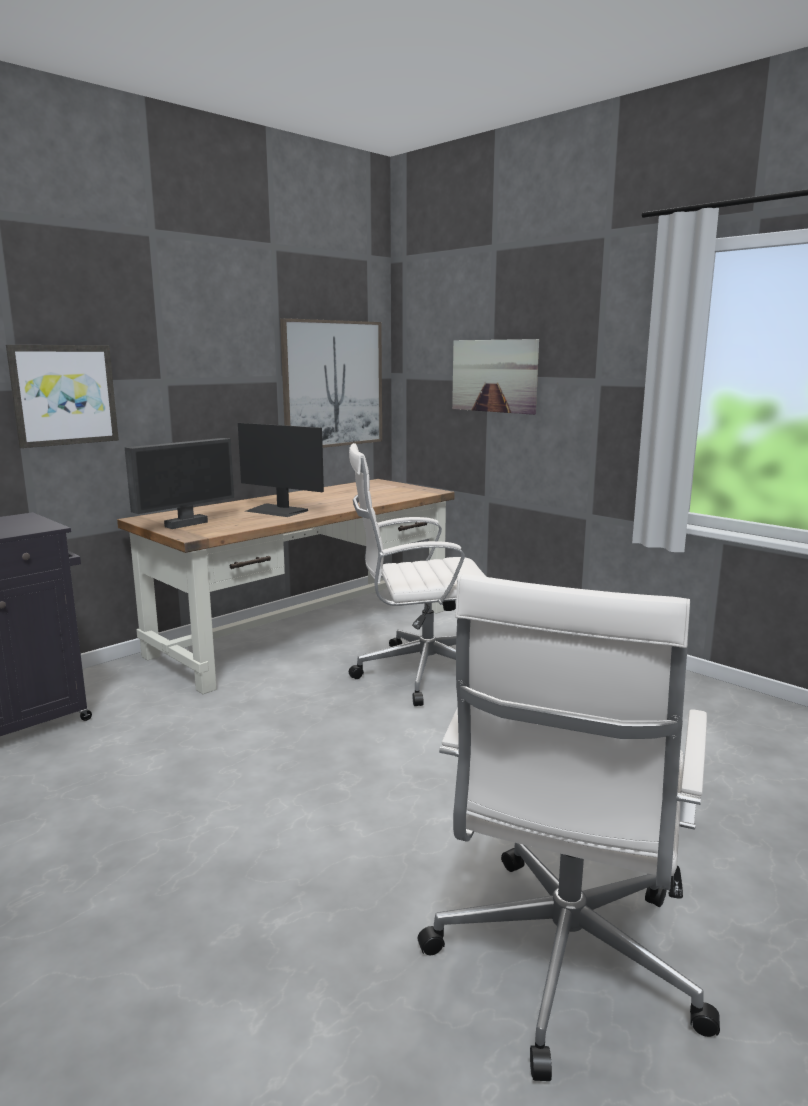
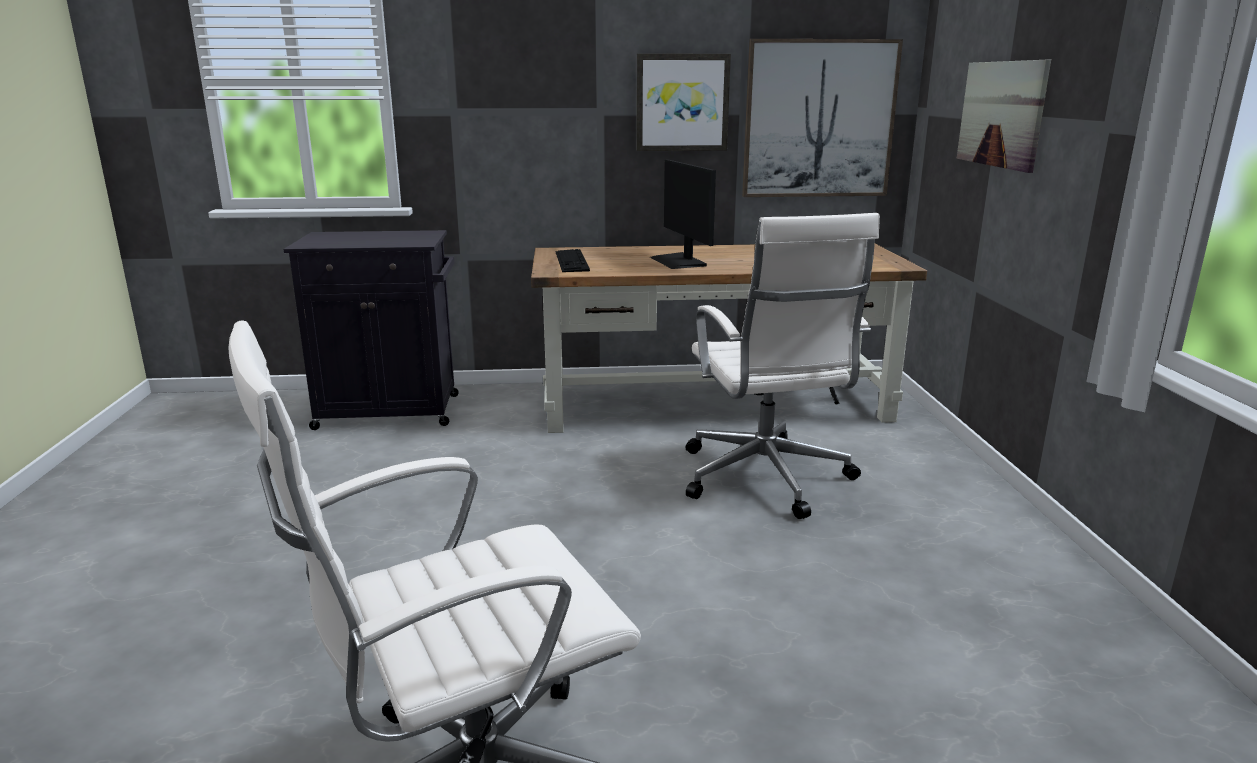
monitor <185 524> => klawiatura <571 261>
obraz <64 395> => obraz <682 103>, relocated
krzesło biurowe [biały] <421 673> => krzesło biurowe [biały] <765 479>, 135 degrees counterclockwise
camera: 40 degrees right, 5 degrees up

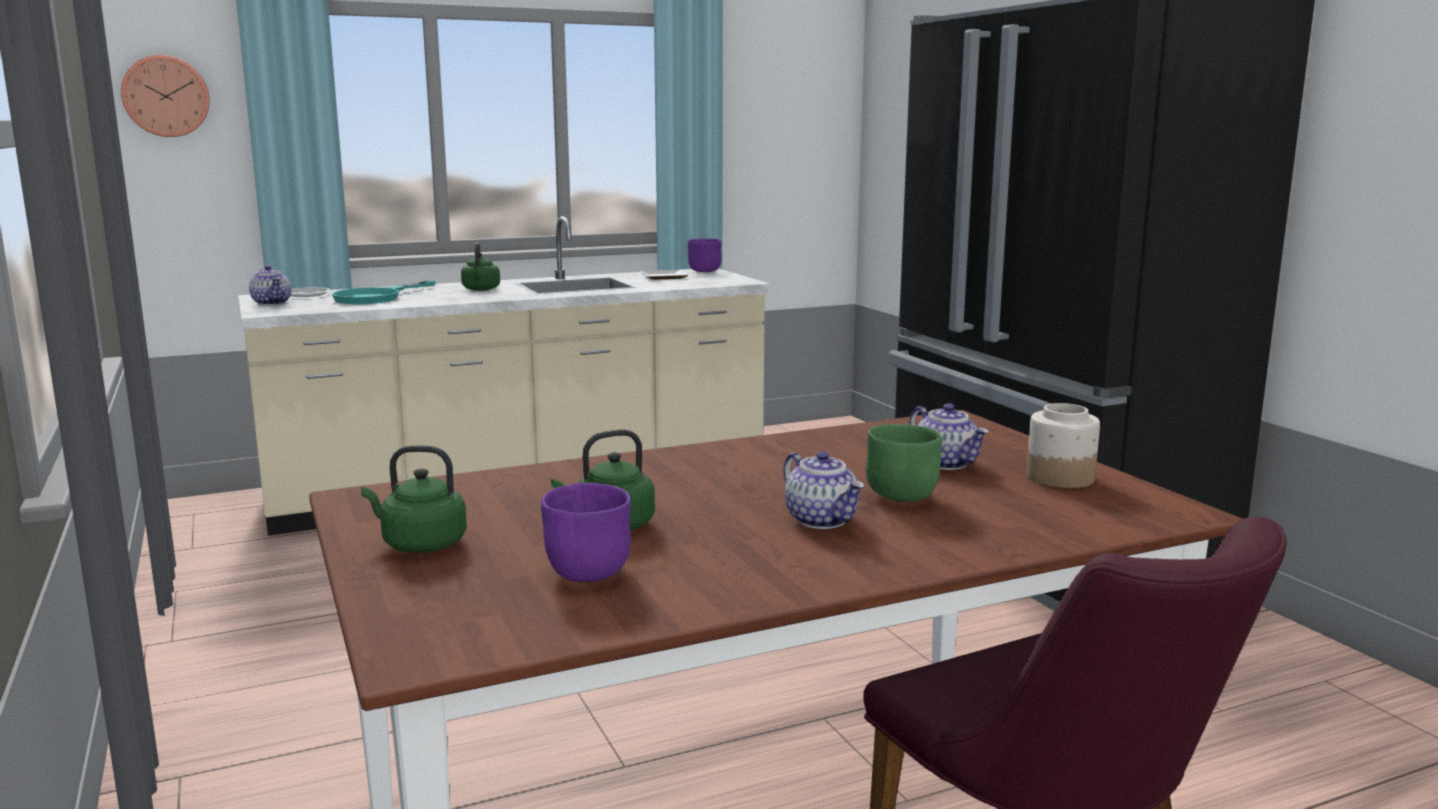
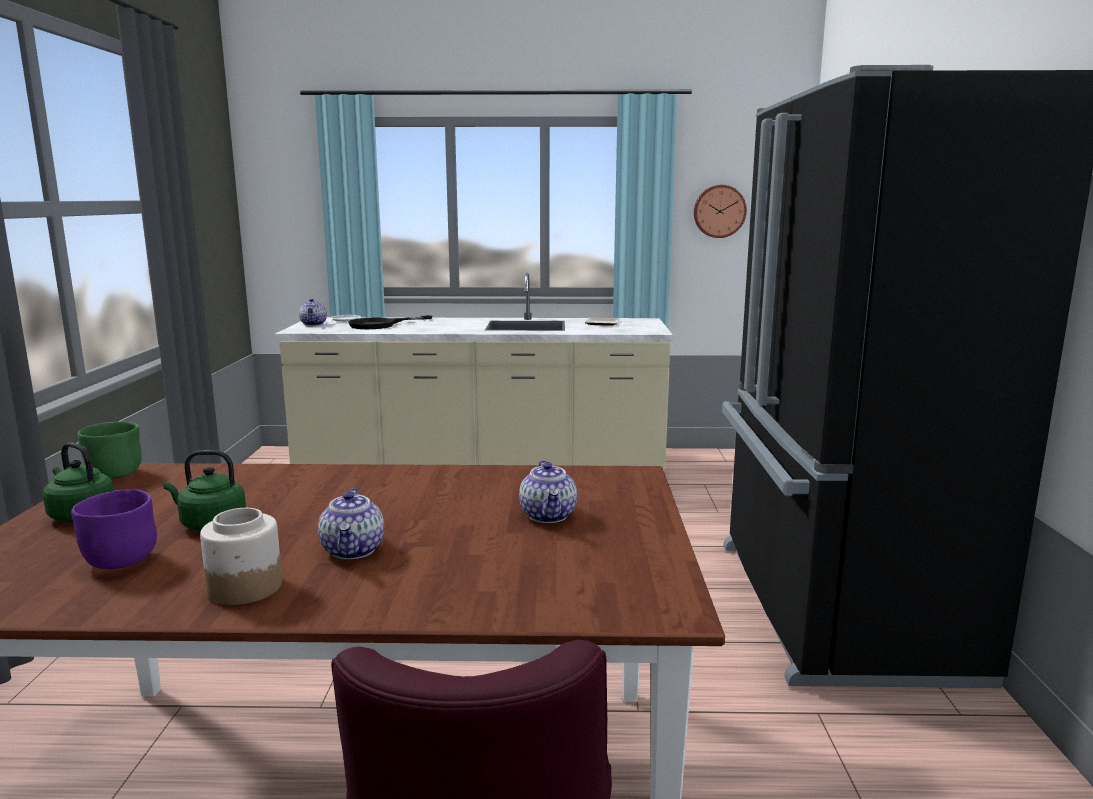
miska [zielony] <901 498> => miska [zielony] <114 475>, relocated
słoik <1059 478> => słoik <244 588>, relocated
patelnia [turkusowy] <376 297> => patelnia [czarny] <380 325>
zegar ścienny <166 96> => zegar ścienny <719 211>, relocated
czajnik [zielony] <481 289> => nothing
miska [fioletowy] <704 271> => nothing
camera: 25 degrees right, 0 degrees up

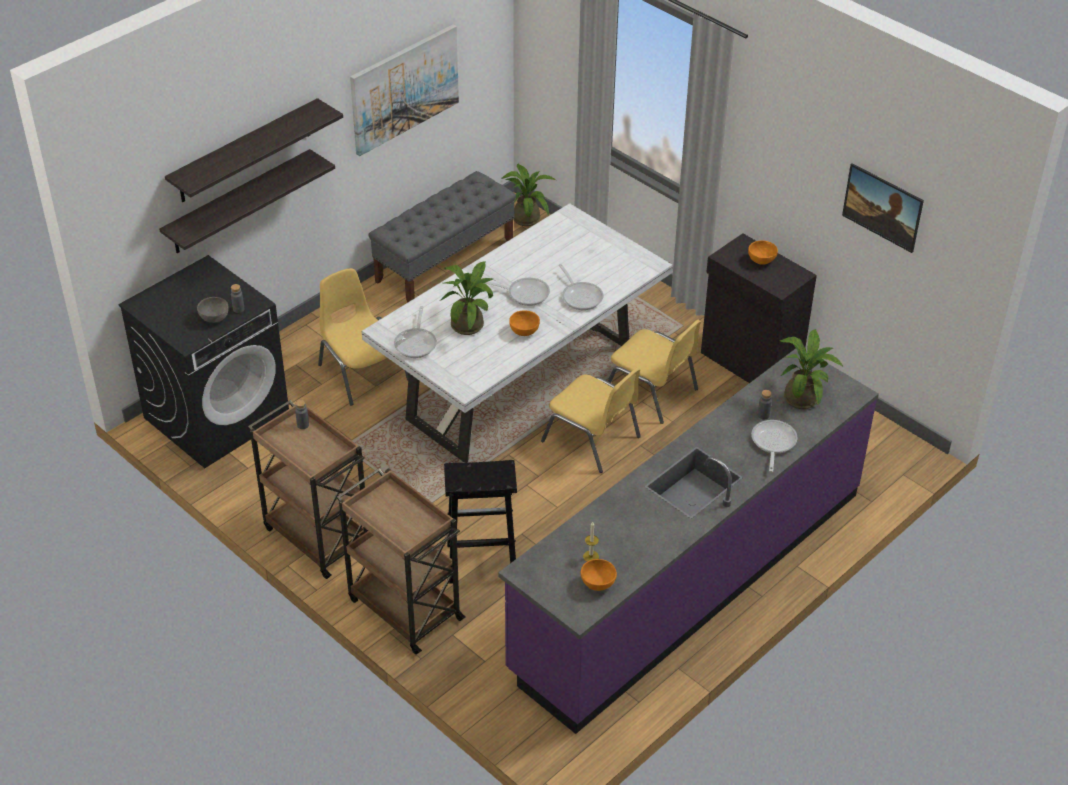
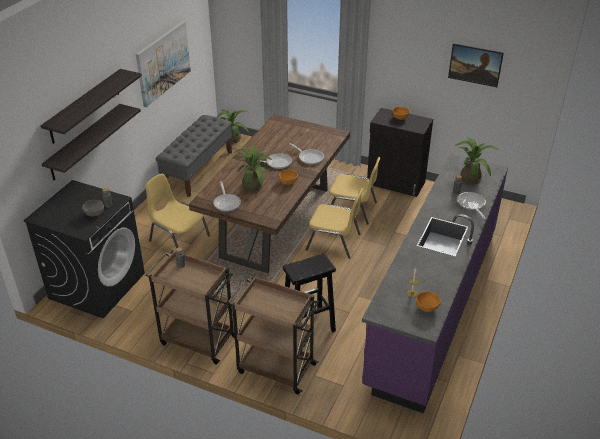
stół jadalny [biały] <520 383> => stół jadalny [brązowy] <276 222>
camera: 20 degrees left, 5 degrees down

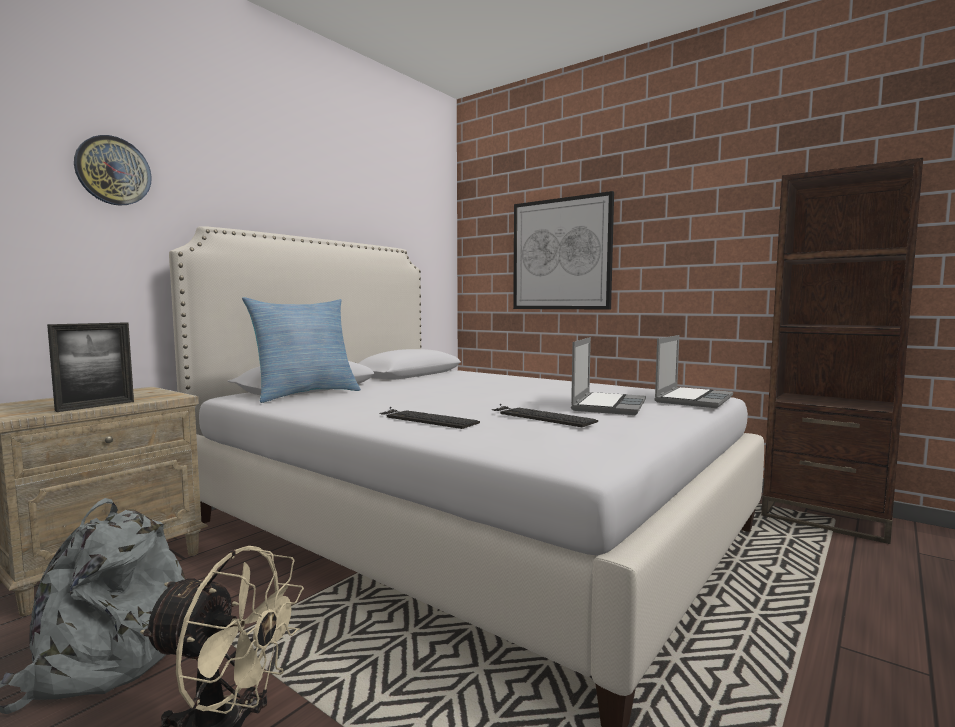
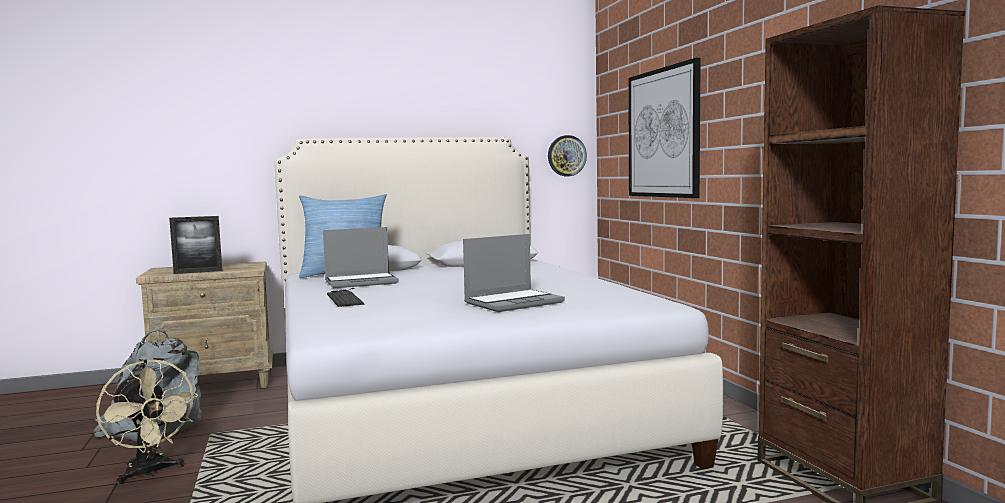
laptop <693 399> => laptop <362 282>, relocated
zegar ścienny <113 171> => zegar ścienny <566 155>, relocated
klawiatura <538 416> => nothing
camera: 35 degrees right, 0 degrees up

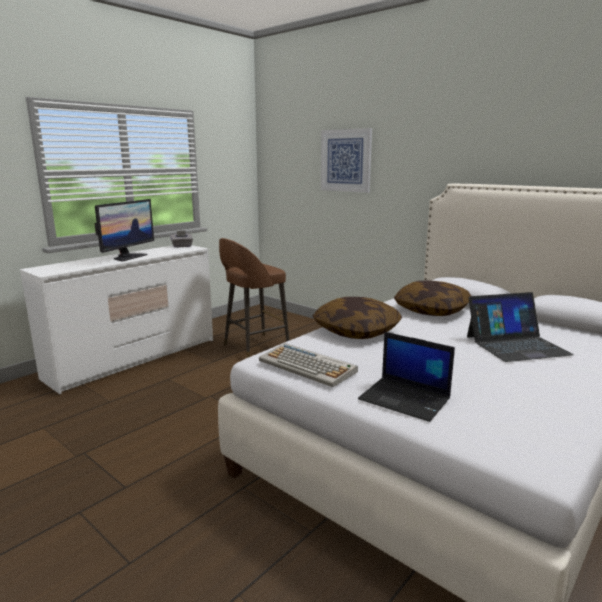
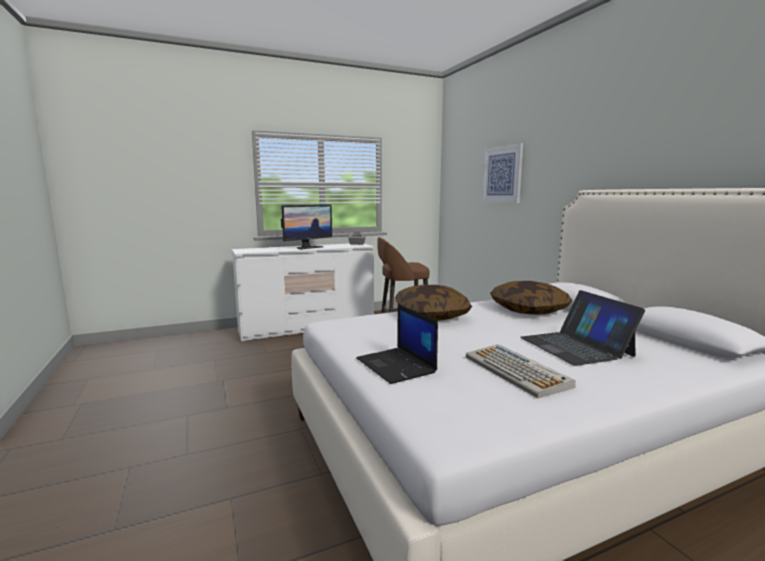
klawiatura <308 366> => klawiatura <517 371>, relocated
laptop <516 345> => laptop <575 346>, 60 degrees clockwise
camera: 25 degrees right, 5 degrees down

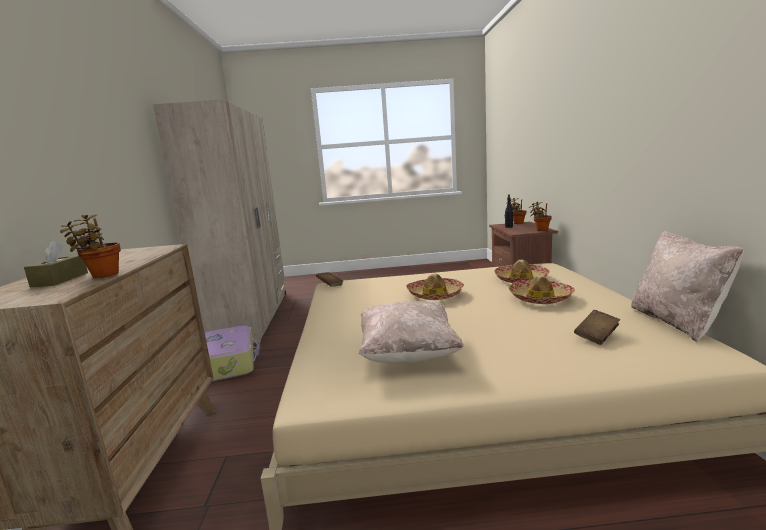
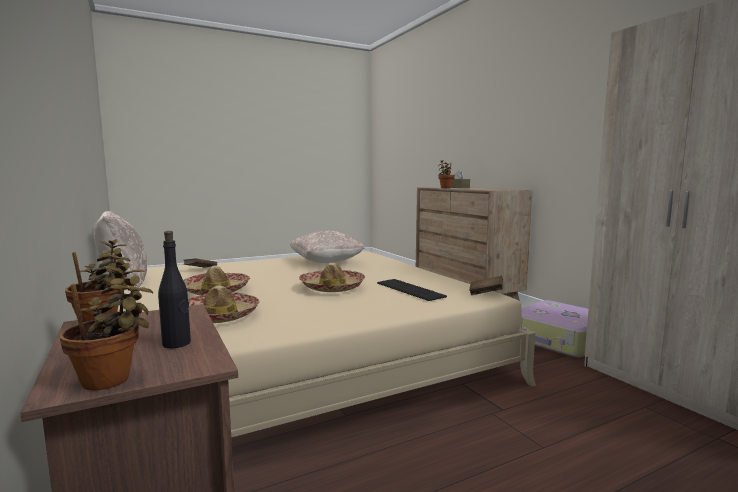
nothing => klawiatura <409 289>
camera: 155 degrees right, 5 degrees down

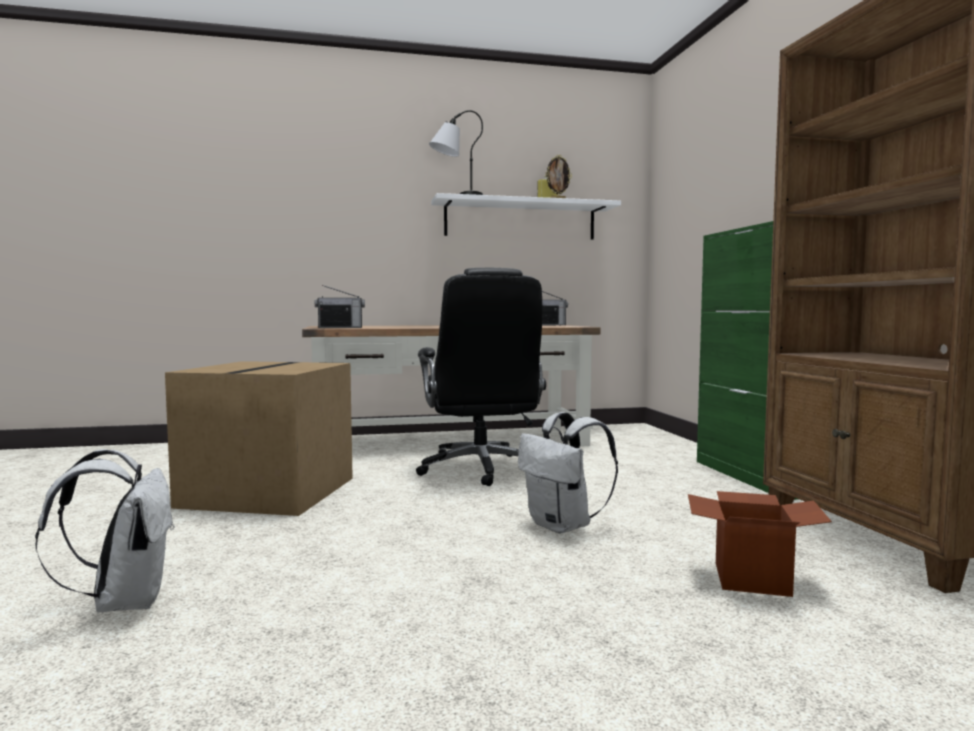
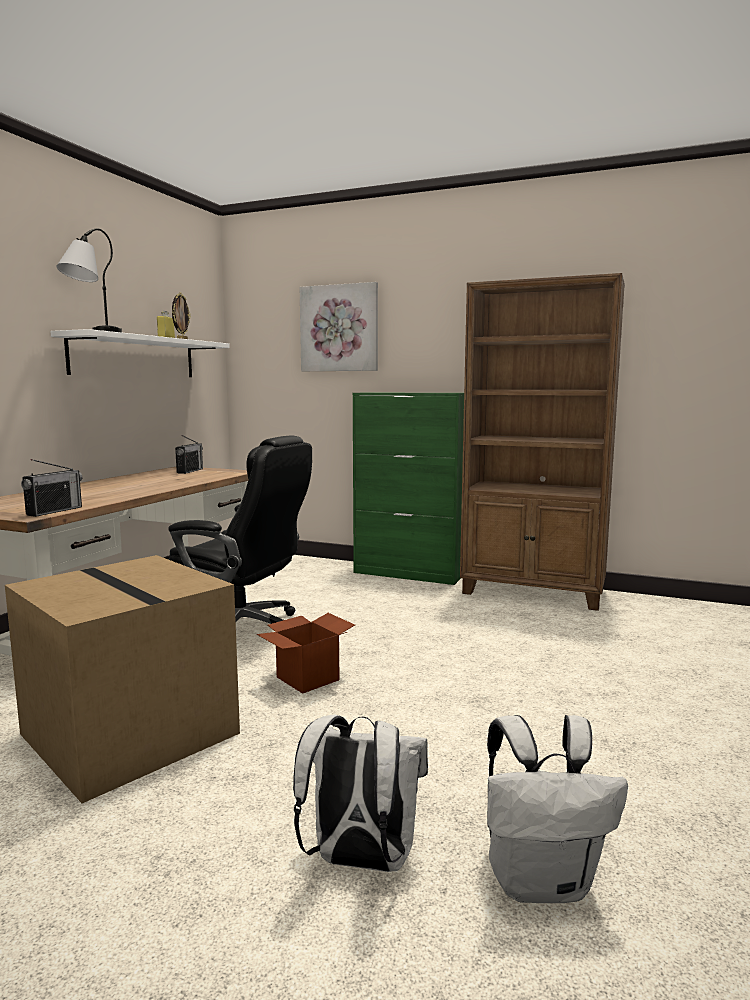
karton <752 579> => karton <308 678>, relocated
nothing => obraz <339 328>
plecak [biały] <563 526> => plecak [biały] <542 881>, relocated
camera: 55 degrees left, 5 degrees up

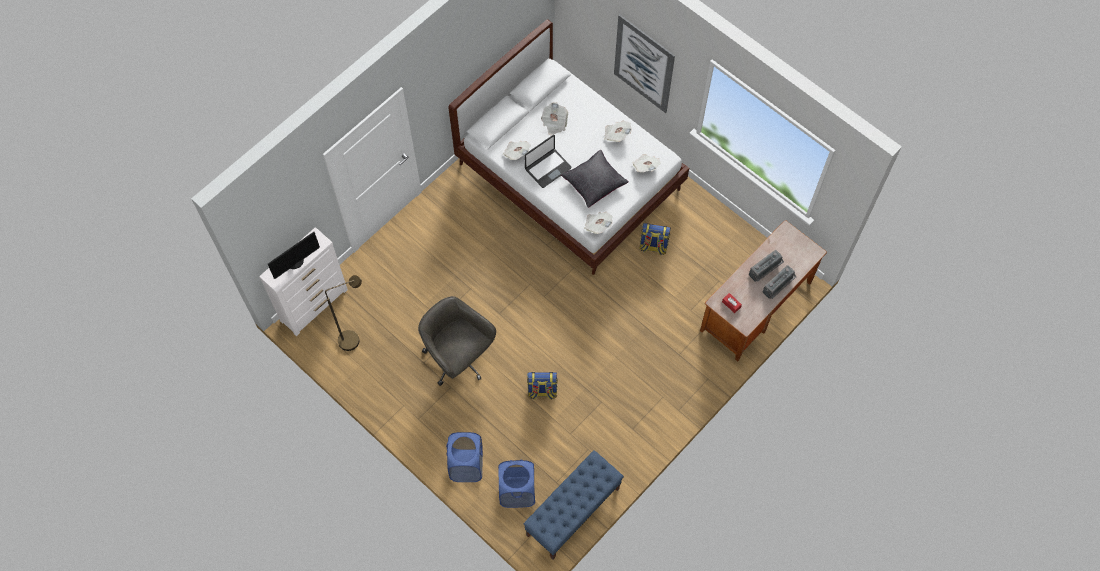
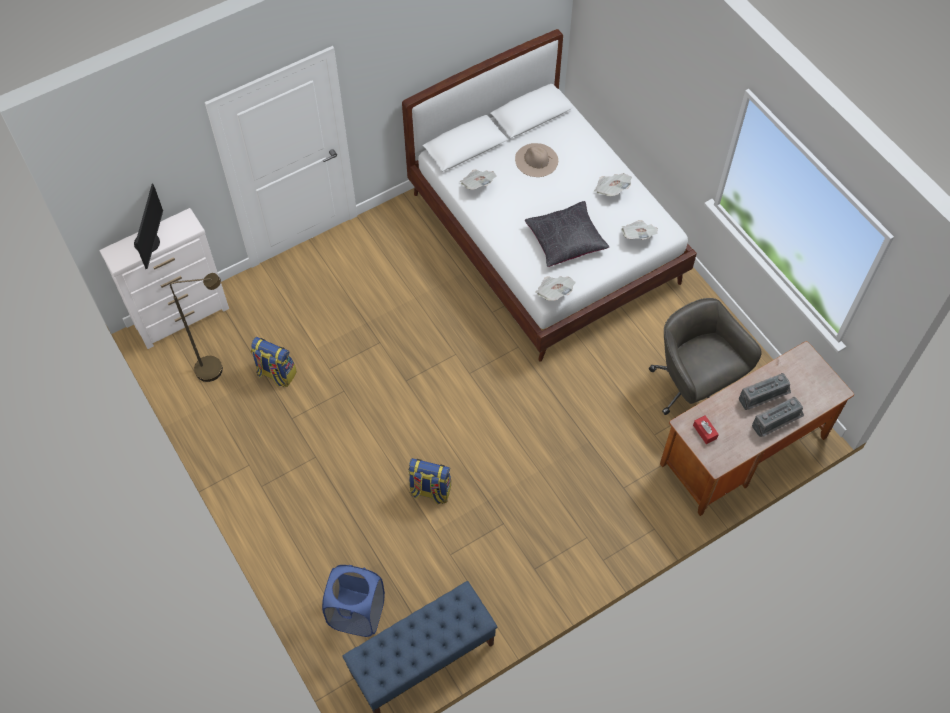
monitor <295 262> => monitor <150 243>, 60 degrees counterclockwise
plecak <653 246> => plecak <276 374>, relocated
gazeta <554 123> => kapelusz [beżowy] <536 160>
krzesło biurowe [szary] <458 358> => krzesło biurowe [szary] <693 388>, relocated
kosz na pranie [niebieski] <467 466> => nothing
laptop <547 168> => nothing
obraz <643 64> => nothing
camera: 15 degrees right, 5 degrees down

